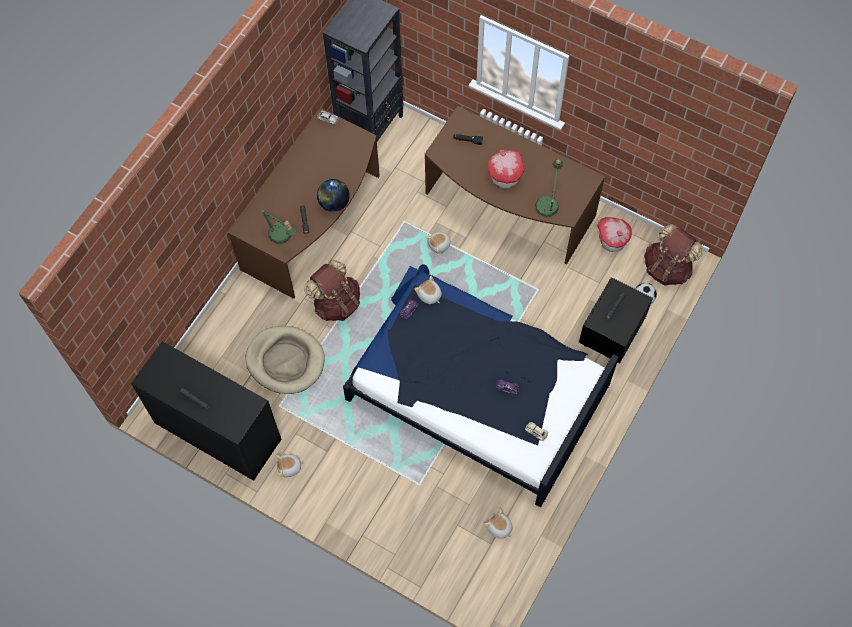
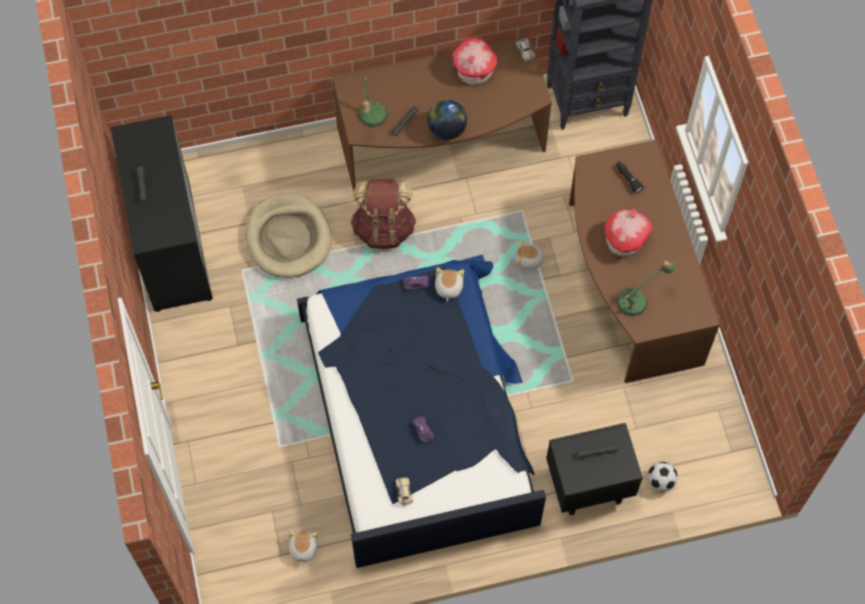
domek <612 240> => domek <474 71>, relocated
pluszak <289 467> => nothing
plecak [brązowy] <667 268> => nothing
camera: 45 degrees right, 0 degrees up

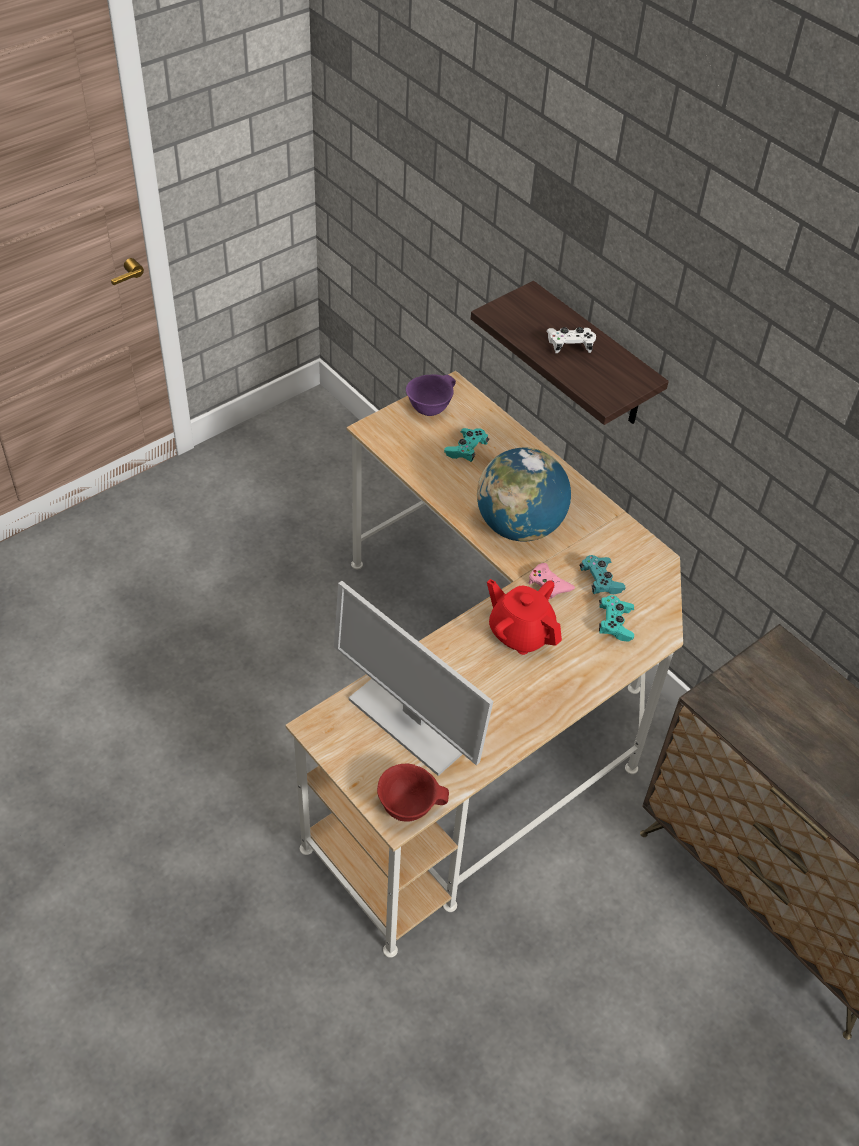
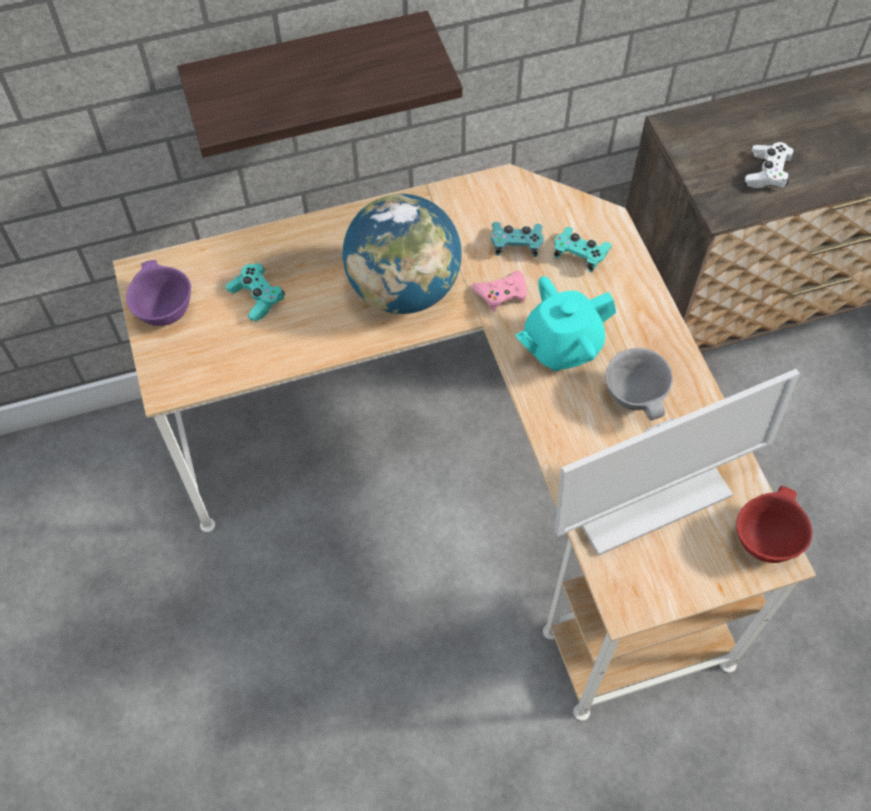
imbryk [czerwony] <520 633> => imbryk [turkusowy] <561 346>
nothing => miska [szary] <635 397>
pad do gier [biały] <570 346> => pad do gier [biały] <767 173>, relocated
camera: 65 degrees left, 10 degrees up

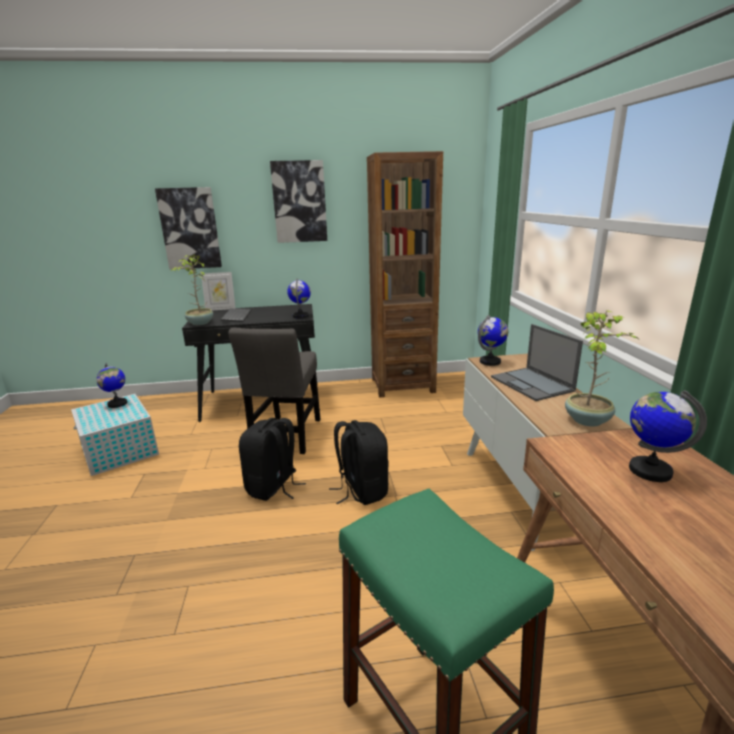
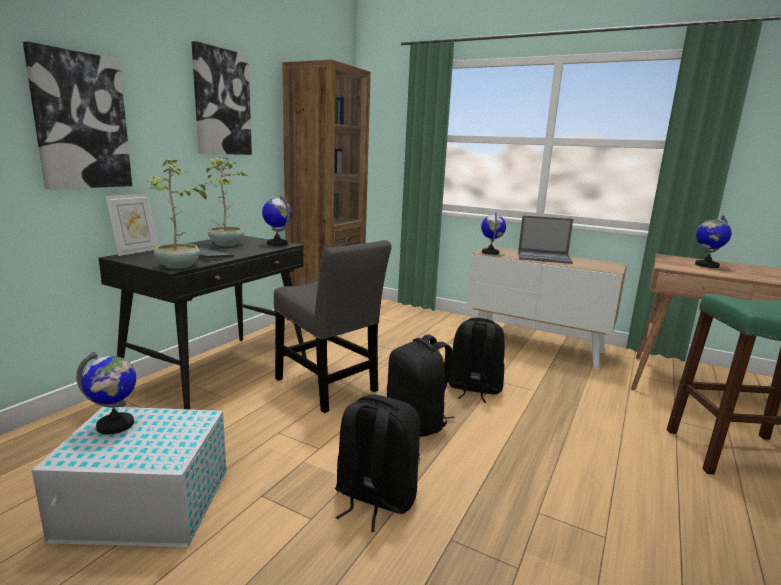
roślina doniczkowa <588 420> => roślina doniczkowa <227 244>, relocated
nothing => plecak [czarny] <374 498>
camera: 55 degrees left, 5 degrees down

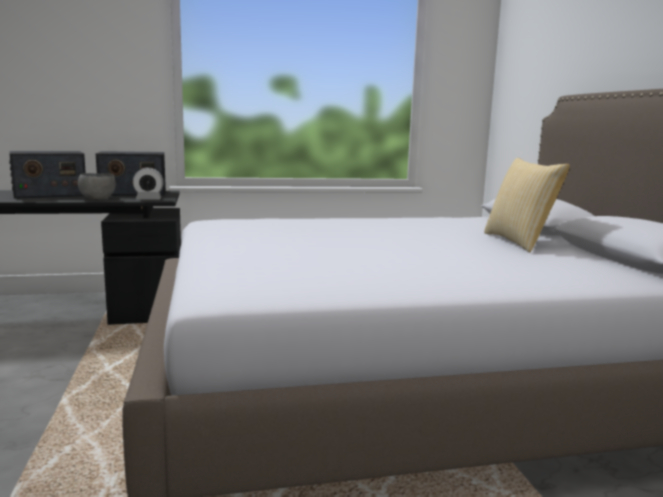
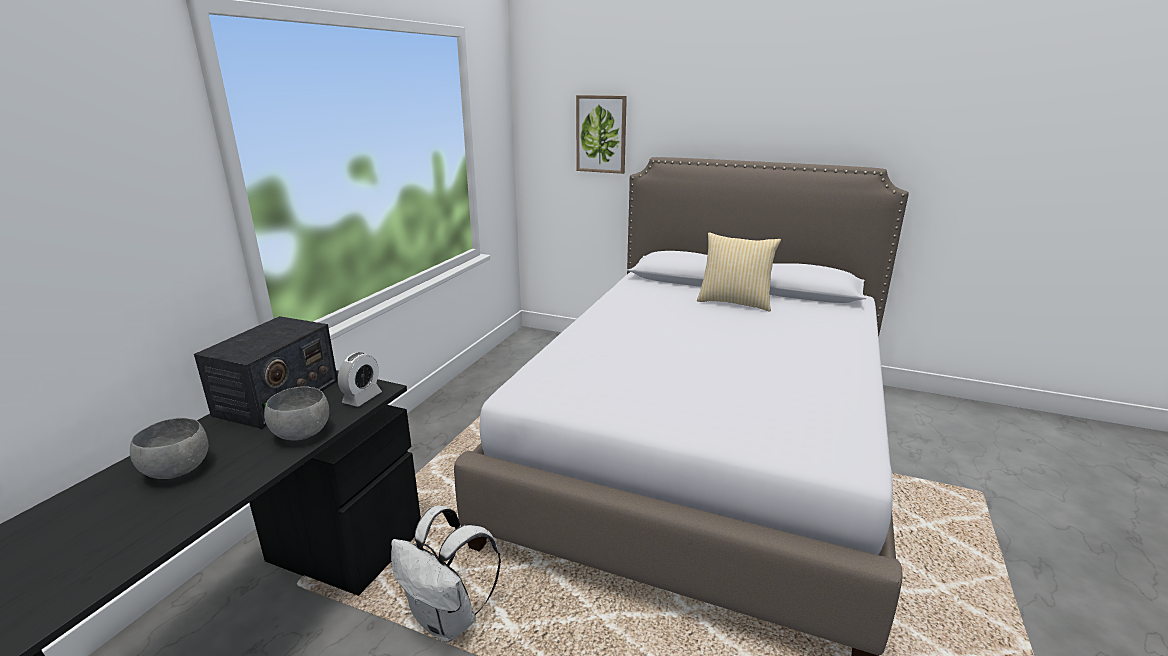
radio <49 194> => miska [szary] <177 470>
nothing => plecak [biały] <448 620>
nothing => obraz <601 134>
camera: 55 degrees left, 10 degrees up

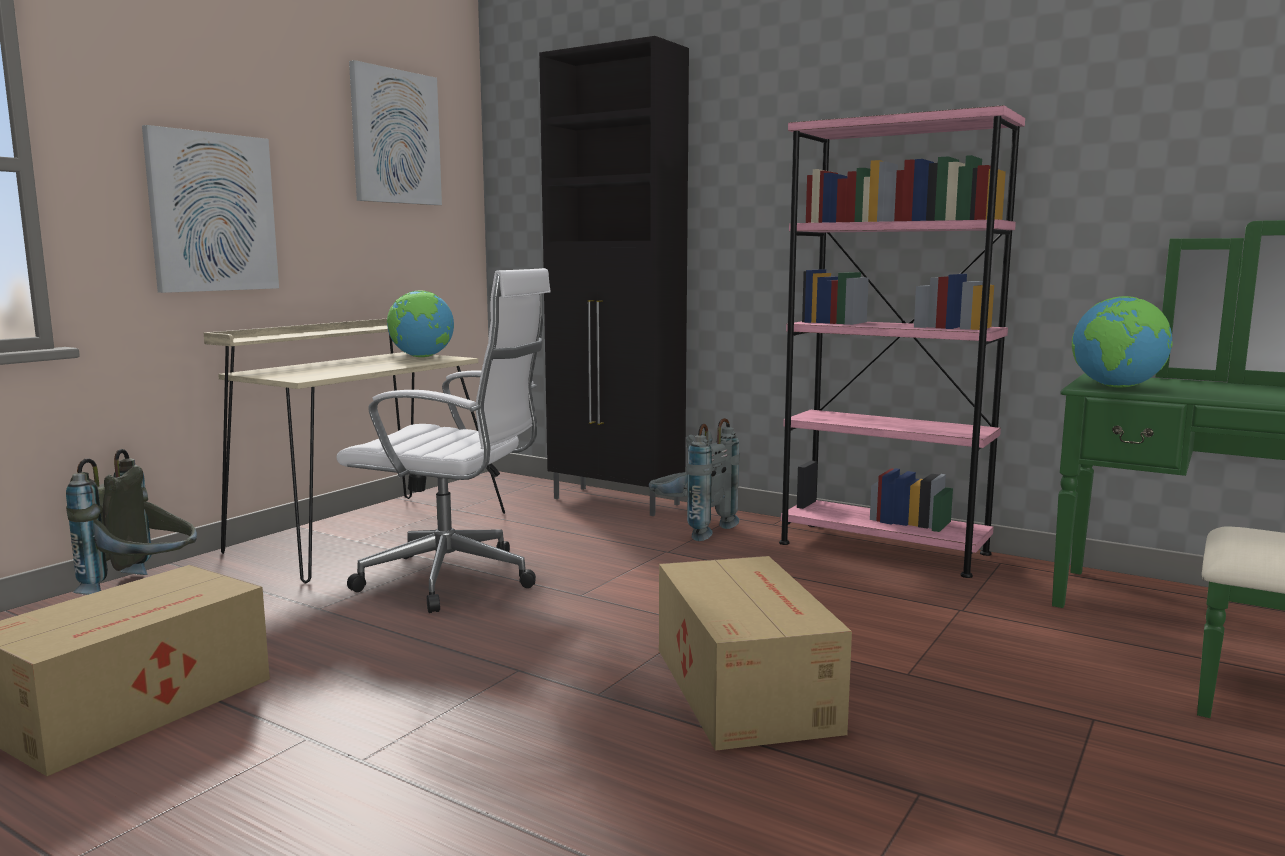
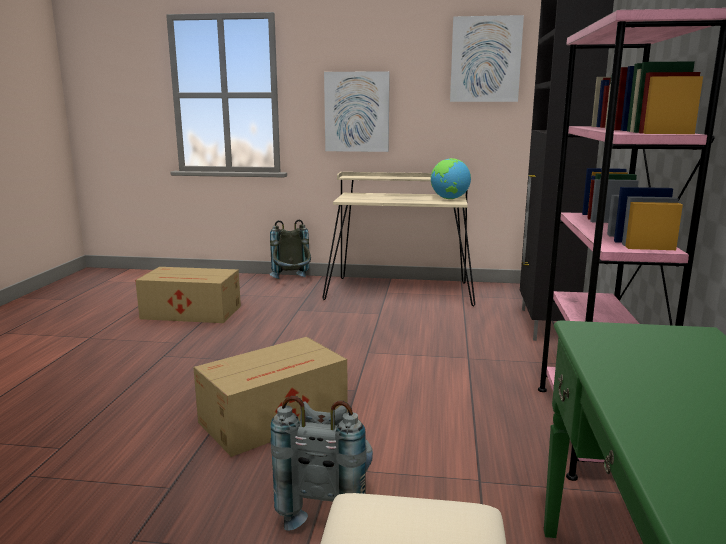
plecak [szary] <690 529> => plecak [szary] <328 508>, relocated
krzesło biurowe [biały] <456 580> => nothing
globus <1117 387> => nothing
camera: 65 degrees right, 5 degrees up

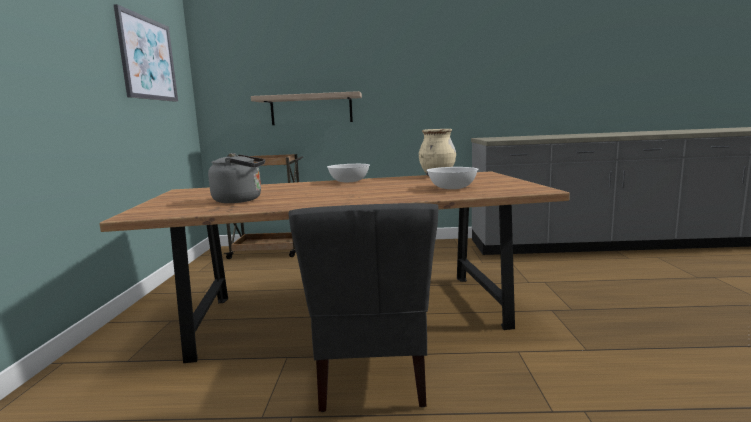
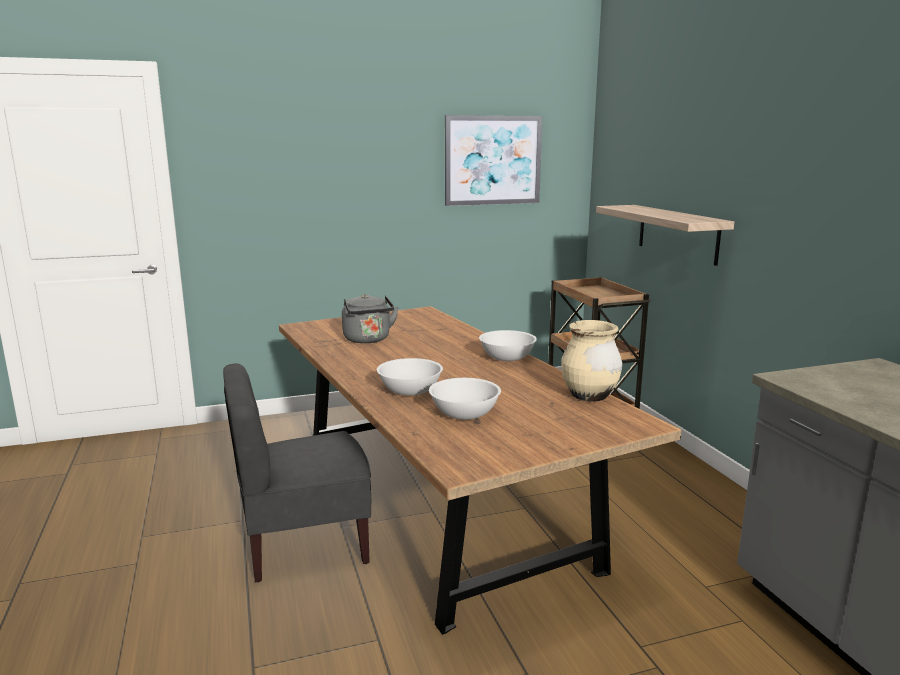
nothing => miska [biały] <410 391>
camera: 70 degrees right, 5 degrees up

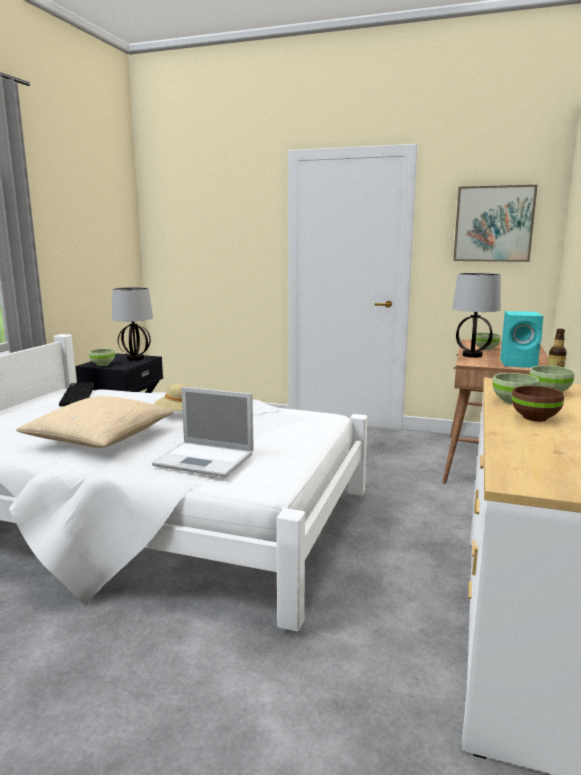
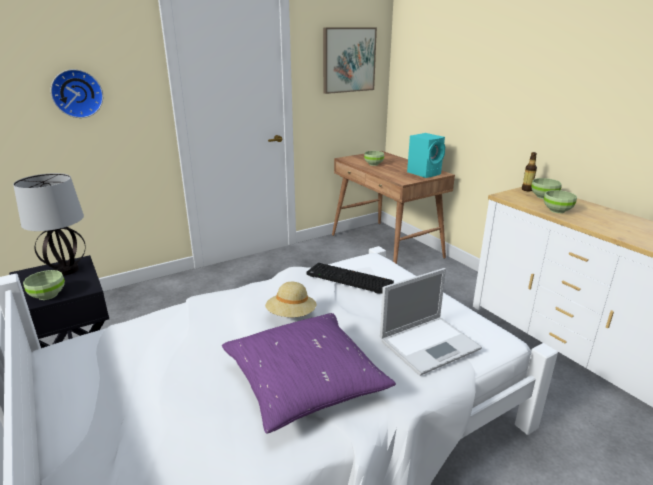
nothing => zegar ścienny <77 93>
poduszka [beżowy] <100 438> => poduszka [fioletowy] <304 381>
klawiatura <76 395> => klawiatura <347 279>, relocated
lampa stołowa <472 355> => nothing
miska [brązowy] <535 418> => nothing
camera: 50 degrees left, 10 degrees up

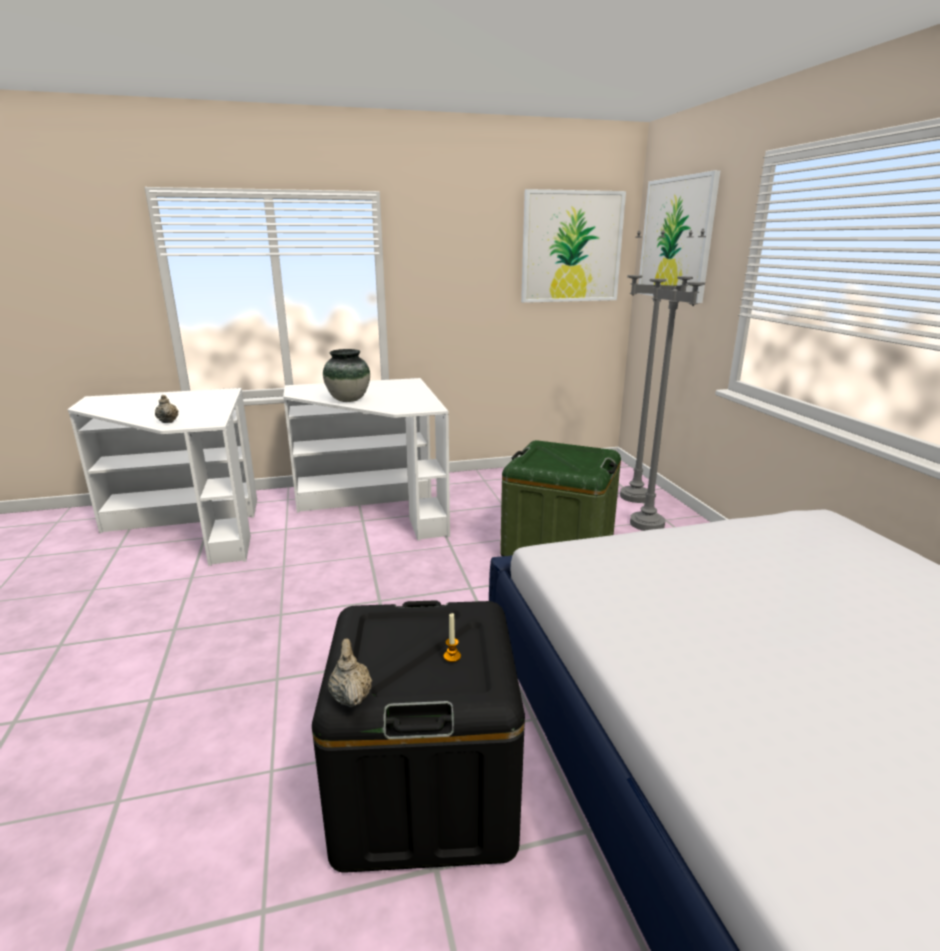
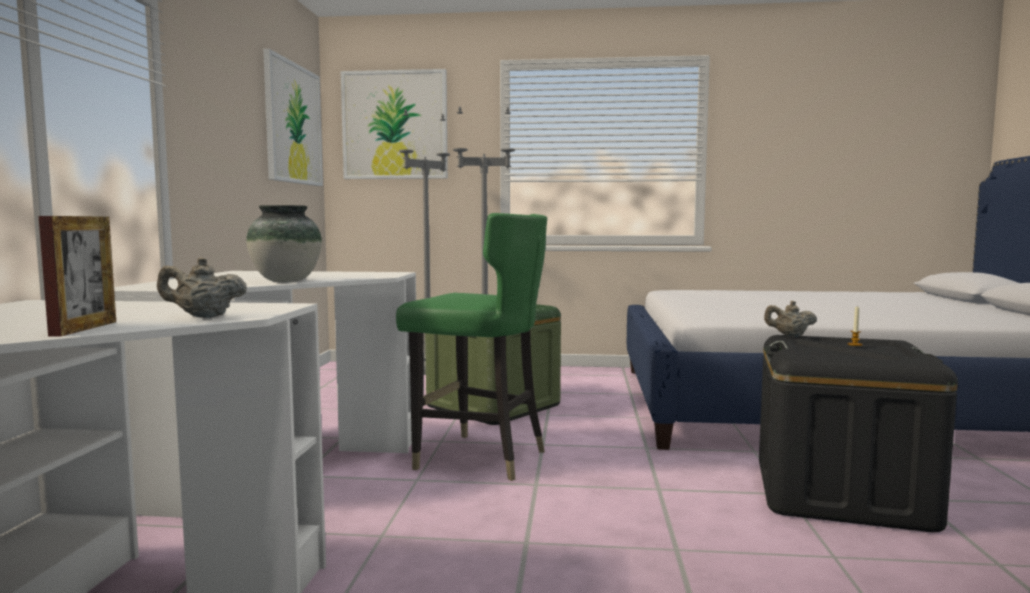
nothing => ramka na zdjęcie <84 328>
nothing => krzesło [zielony] <479 458>
imbryk [beżowy] <351 696> => imbryk [beżowy] <789 336>, relocated
camera: 70 degrees left, 15 degrees down

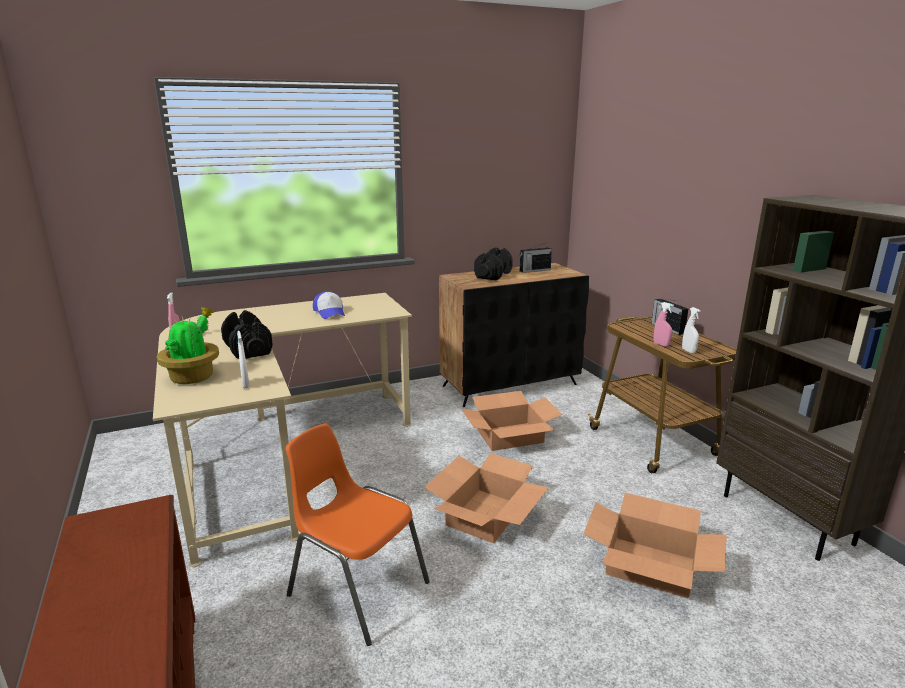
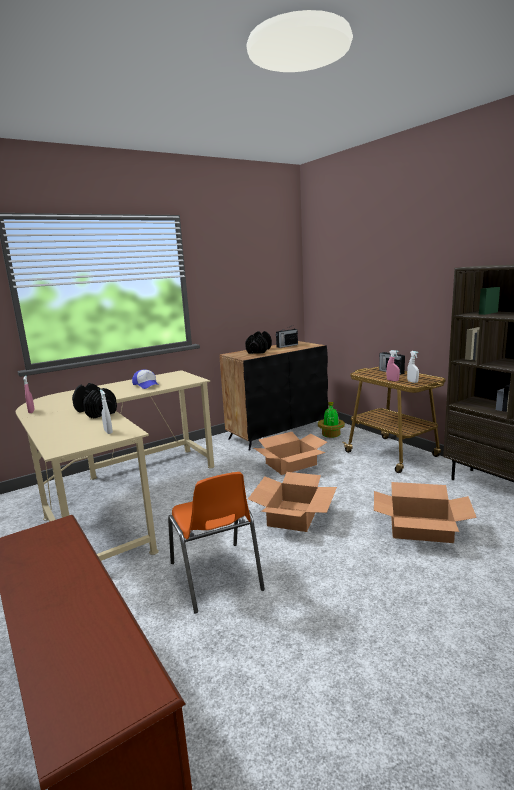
krzesło [pomarańczowy] <356 588> => krzesło [pomarańczowy] <216 577>, 135 degrees counterclockwise
roślina doniczkowa <194 376> => roślina doniczkowa <331 434>, relocated
camera: 10 degrees left, 5 degrees down

